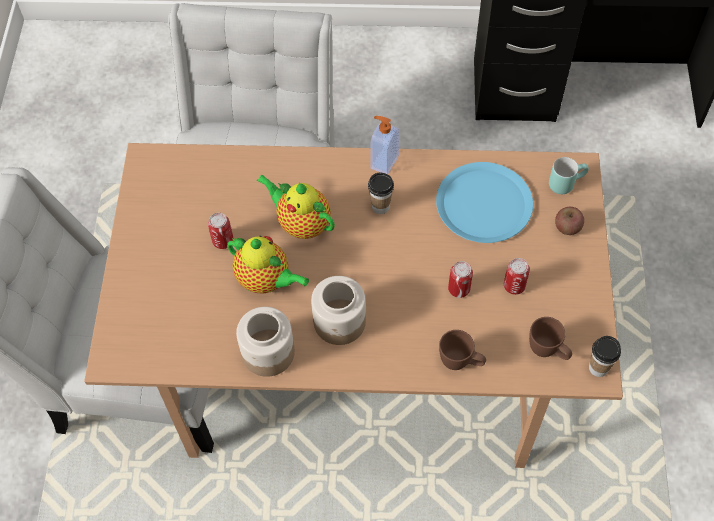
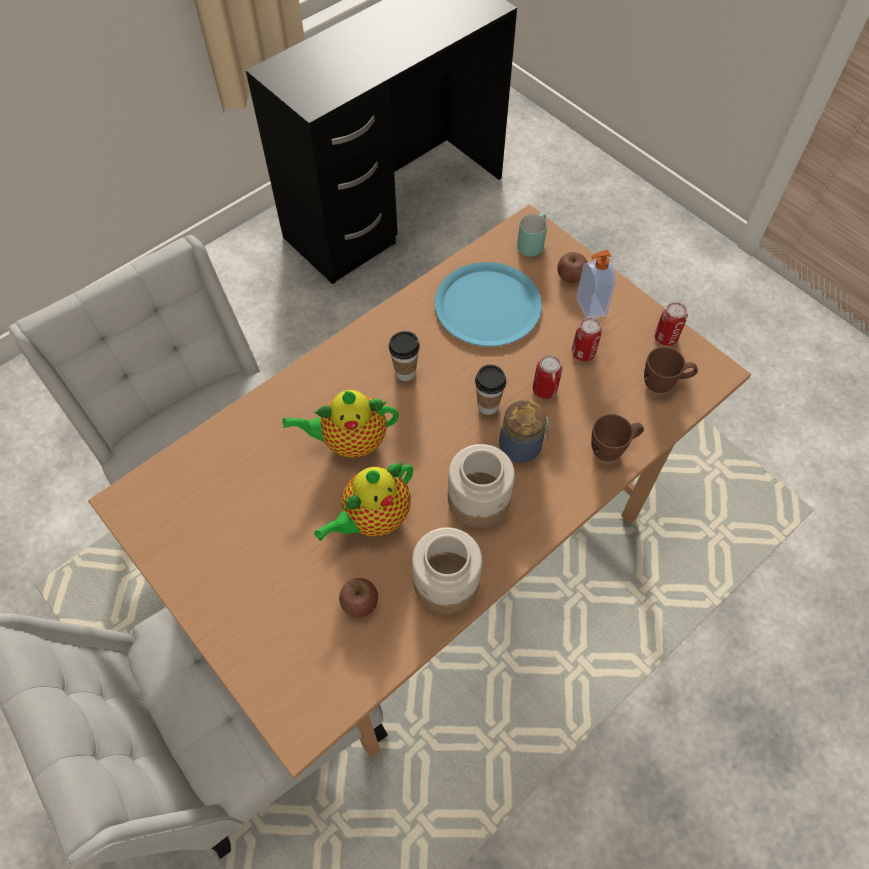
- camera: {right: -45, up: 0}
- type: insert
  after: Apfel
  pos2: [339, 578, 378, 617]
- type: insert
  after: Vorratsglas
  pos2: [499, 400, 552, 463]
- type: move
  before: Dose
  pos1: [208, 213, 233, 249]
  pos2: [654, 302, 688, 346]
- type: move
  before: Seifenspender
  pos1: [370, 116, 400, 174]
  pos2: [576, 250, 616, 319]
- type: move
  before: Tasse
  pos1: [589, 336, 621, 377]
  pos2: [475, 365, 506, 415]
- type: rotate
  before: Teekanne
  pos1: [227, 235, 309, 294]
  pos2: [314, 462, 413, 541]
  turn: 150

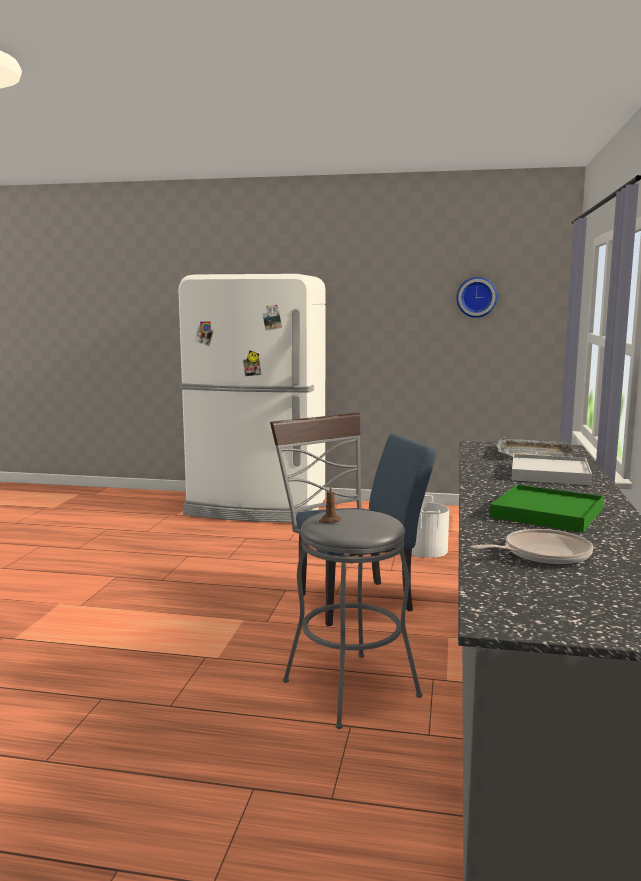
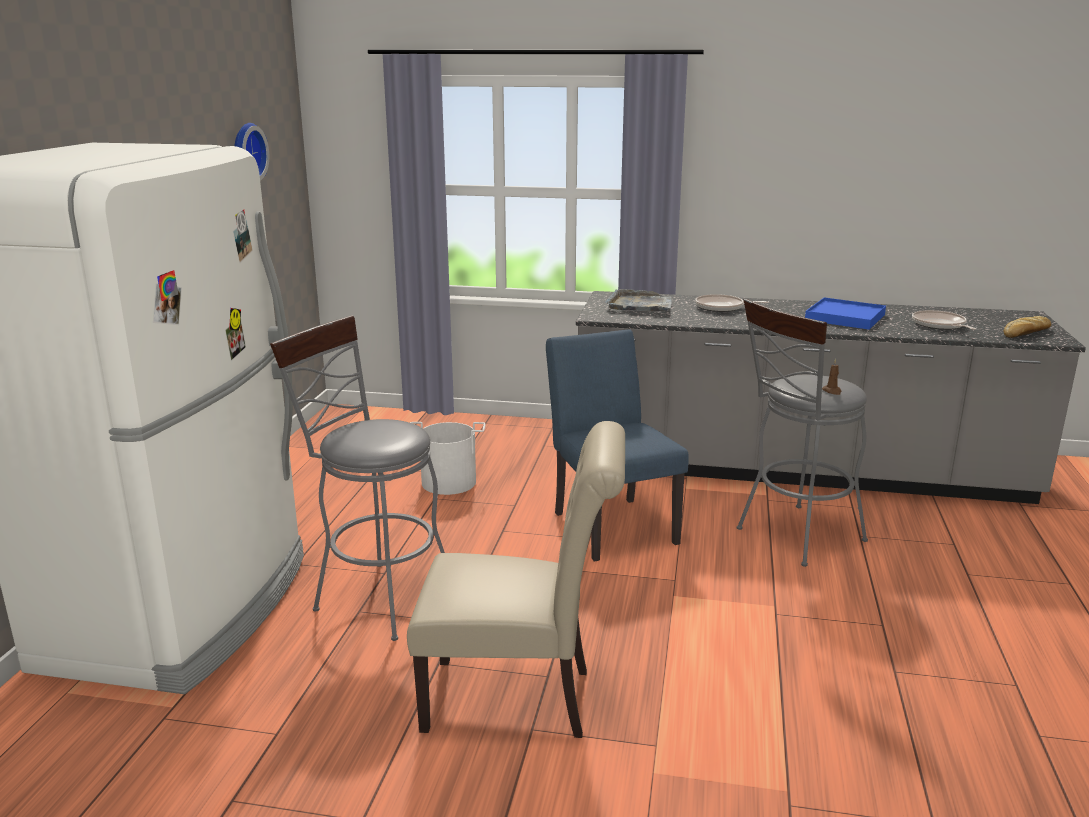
- camera: {right: -90, up: 10}
- type: insert
  after: Hocker/grau
  pos2: [270, 315, 445, 641]
- type: insert
  after: Stuhl/beige
  pos2: [407, 421, 625, 738]
- type: insert
  after: Brot
  pos2: [1003, 316, 1051, 338]
- type: replace
  before: Tablett/weiß
  after: Pfanne
  pos1: [512, 454, 592, 485]
  pos2: [695, 294, 769, 312]
- type: recolor
  before: Tablett/grün
  after: Tablett/blau
  pos1: [490, 485, 604, 533]
  pos2: [805, 297, 886, 330]

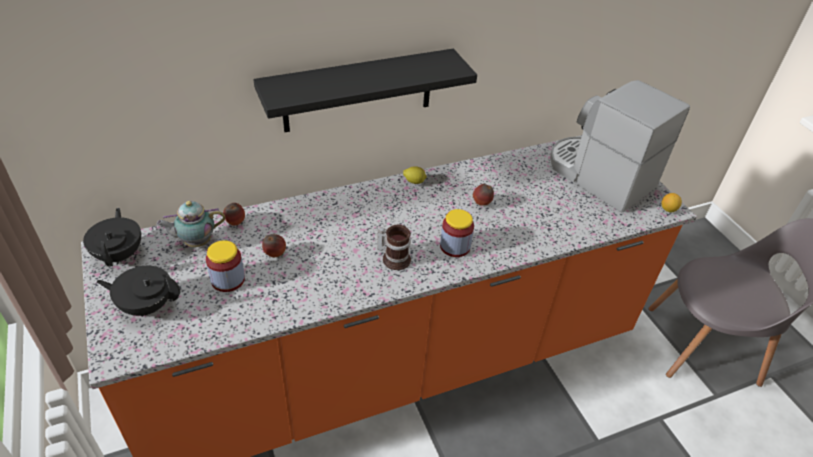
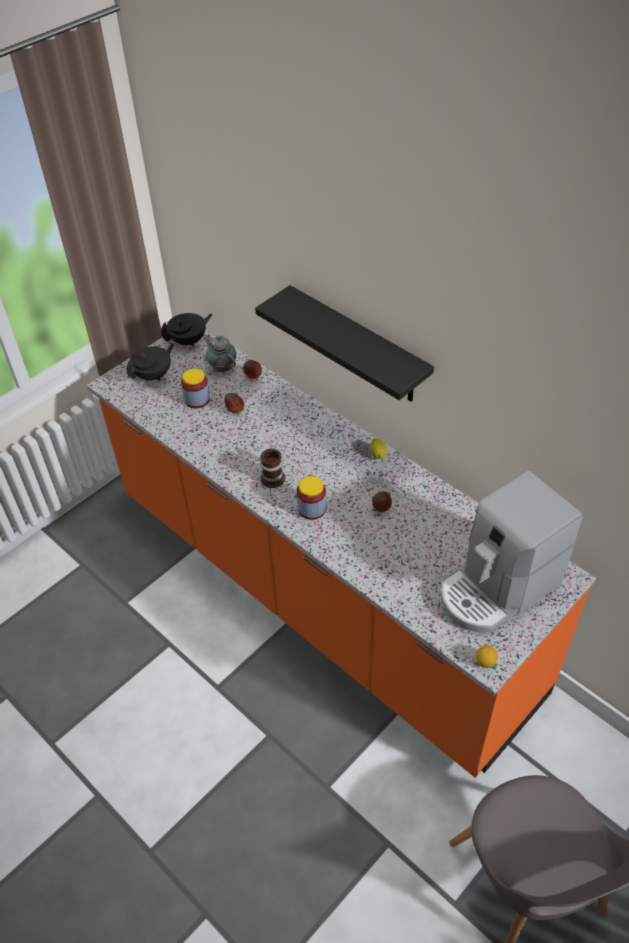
- camera: {right: 70, up: 5}
- type: rotate
  before: Teekanne/schwarz
  pos1: [96, 266, 180, 316]
  pos2: [127, 344, 174, 381]
  turn: 60
- type: rotate
  before: Kaffeemaschine
  pos1: [550, 80, 690, 213]
  pos2: [441, 470, 583, 633]
  turn: -150

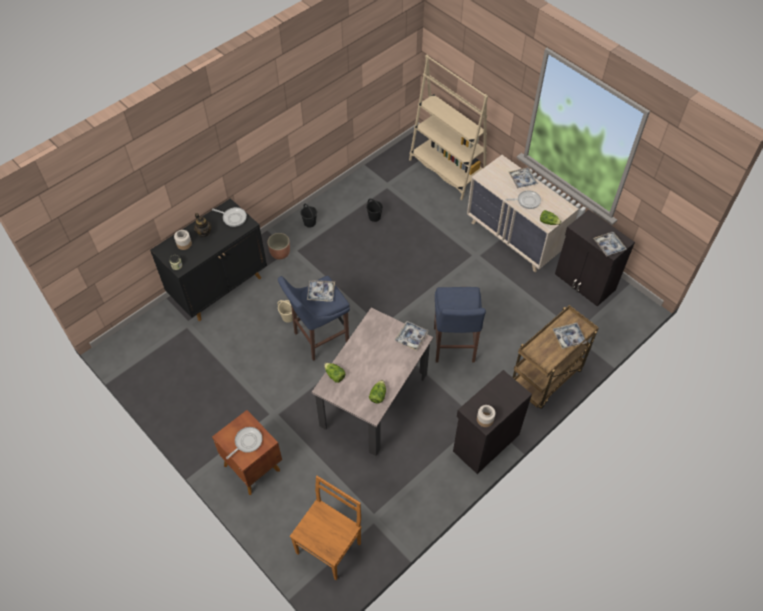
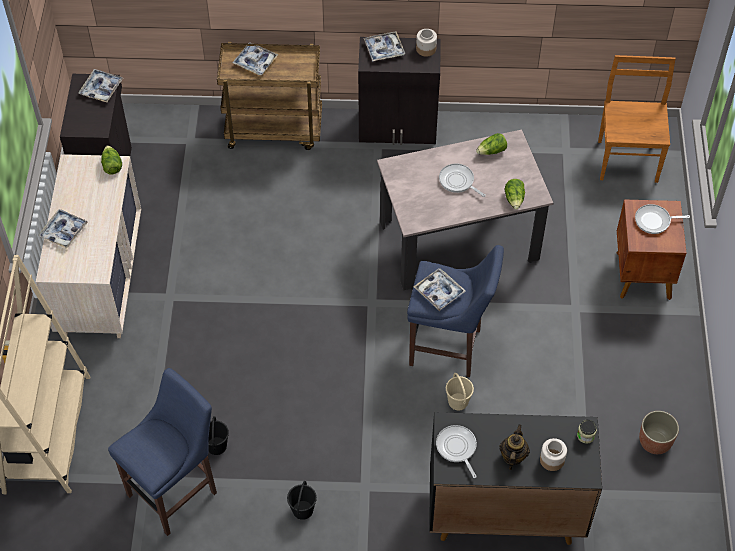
- camera: {right: -135, up: 0}
- type: move
  before: Pflanzkübel
  pos1: [267, 233, 290, 260]
  pos2: [639, 411, 679, 454]
- type: move
  before: Tablett
  pos1: [395, 321, 429, 351]
  pos2: [363, 31, 405, 62]
- type: move
  before: Hocker/blau
  pos1: [434, 287, 486, 362]
  pos2: [108, 368, 217, 536]
- type: move
  before: Pfanne
  pos1: [505, 190, 541, 209]
  pos2: [439, 164, 486, 197]
- type: rotate
  before: Stuhl/braun
  pos1: [290, 476, 361, 580]
  pos2: [598, 55, 676, 183]
  turn: 105

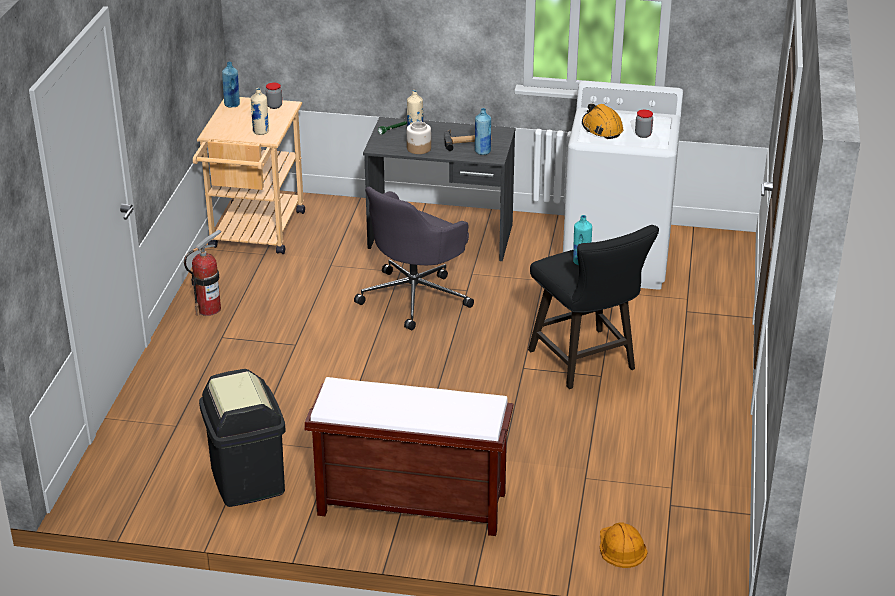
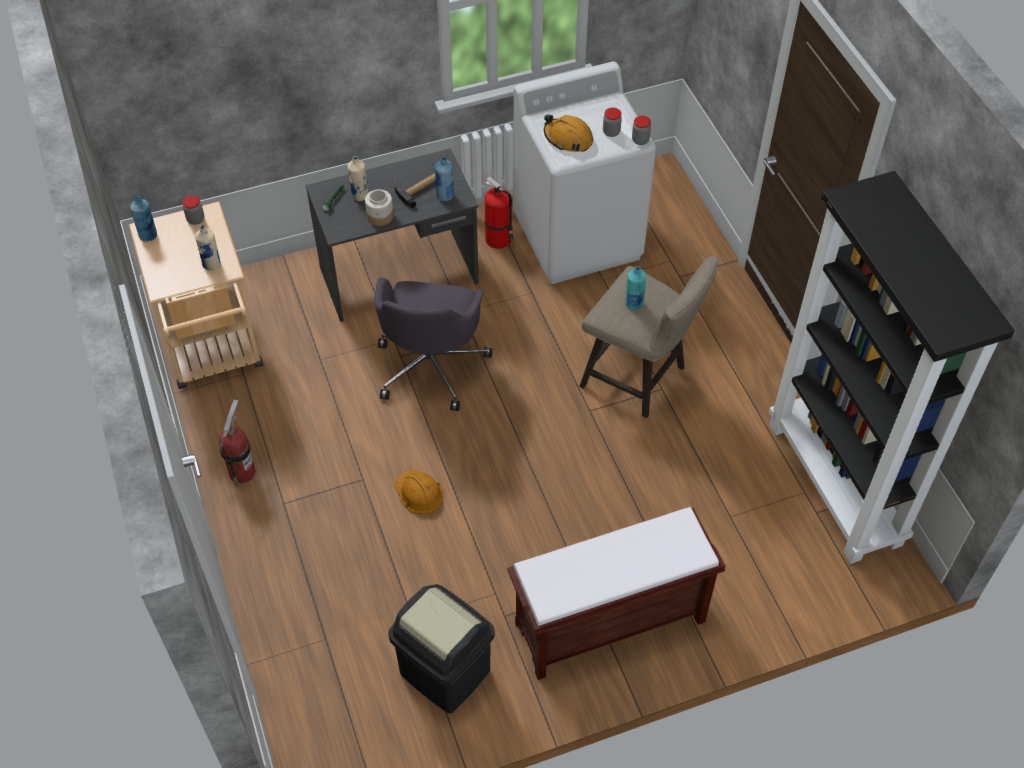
- camera: {right: -30, up: 20}
- type: insert
  after: Feuerlöscher
  pos2: [484, 176, 514, 249]
- type: insert
  after: Vorratsglas
  pos2: [632, 116, 651, 145]
- type: insert
  after: Bücherregal/schwarz
  pos2: [769, 171, 1015, 564]
- type: move
  before: Schutzhelm/orange
  pos1: [600, 522, 648, 568]
  pos2: [393, 469, 443, 514]
- type: recolor
  before: Hocker/schwarz
  after: Hocker/beige
  pos1: [528, 225, 659, 389]
  pos2: [579, 256, 719, 418]

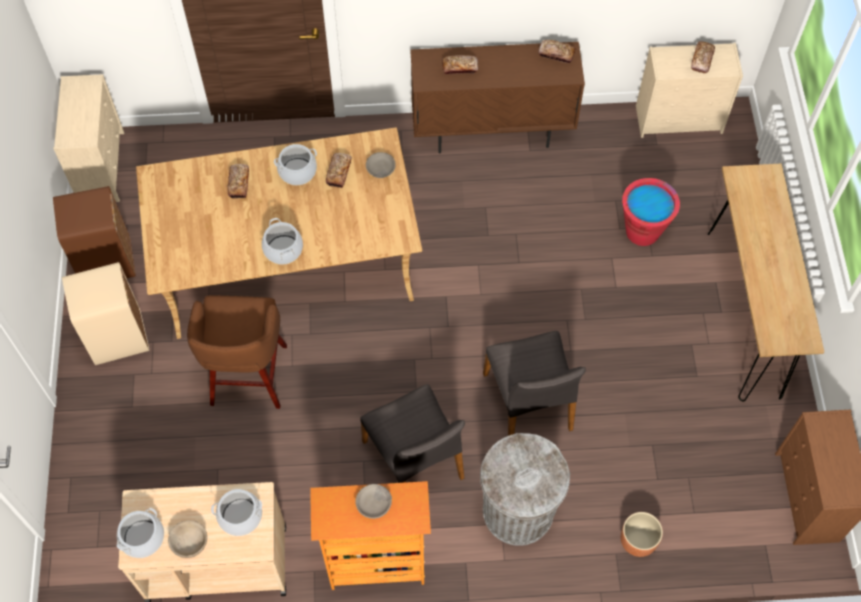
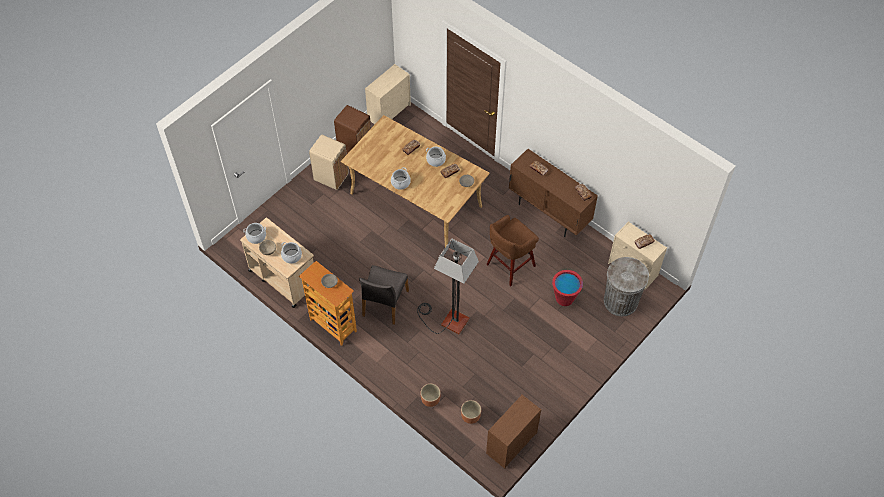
- camera: {right: 45, up: -5}
- type: delete
  before: Konsolentisch/braun
  pos1: [708, 164, 824, 402]
- type: insert
  after: Pflanzkübel/braun
  pos2: [461, 400, 481, 424]
- type: move
  before: Hocker/braun
  pos1: [187, 295, 287, 409]
  pos2: [486, 215, 539, 286]
- type: move
  before: Mülleimer/grau
  pos1: [480, 433, 570, 546]
  pos2: [604, 257, 649, 316]
- type: replace
  before: Stuhl/grau
  after: Stehlampe
  pos1: [483, 331, 586, 436]
  pos2: [417, 238, 479, 334]

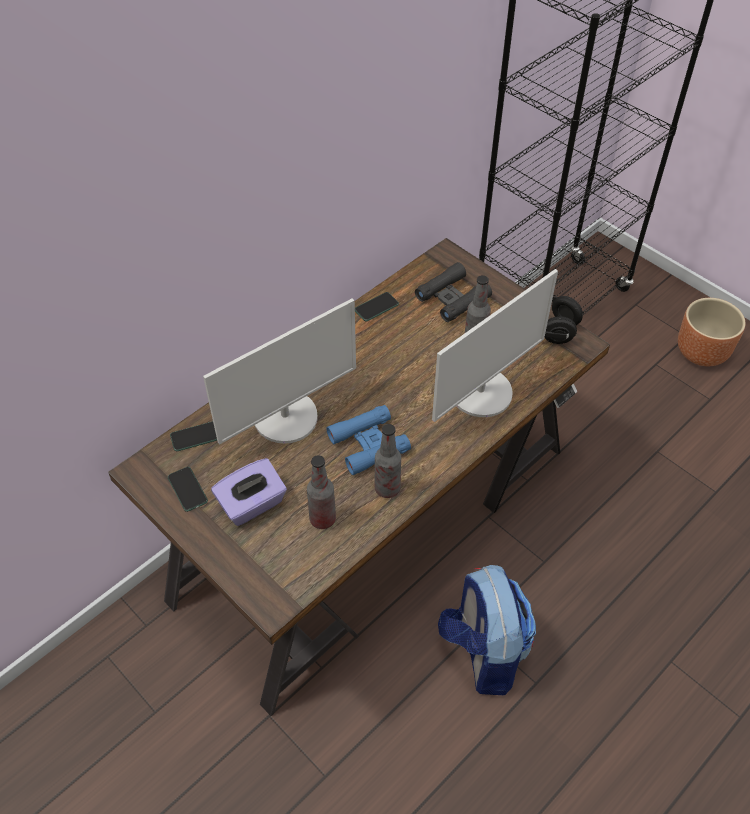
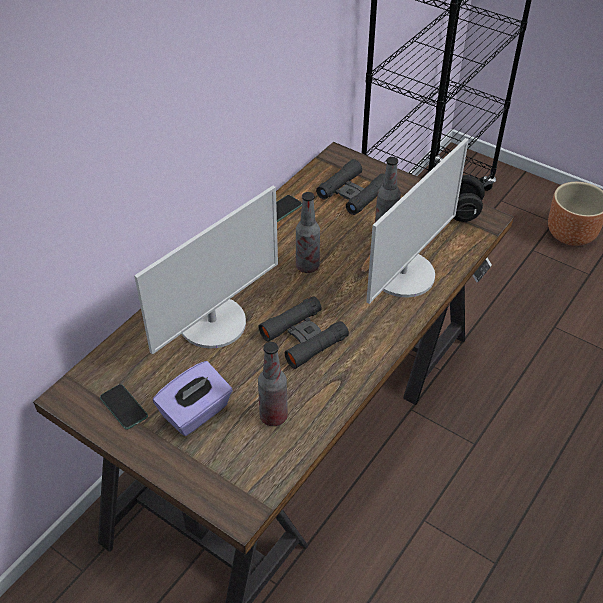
- camera: {right: -10, up: -5}
- type: delete
  before: Handy
  pos1: [170, 421, 217, 451]
- type: delete
  before: Rucksack
  pos1: [438, 565, 536, 695]
- type: move
  before: Flasche
  pos1: [375, 424, 401, 498]
  pos2: [296, 192, 320, 273]
- type: recolor
  before: Fernglas/blau
  after: Fernglas/schwarz
  pos1: [326, 405, 411, 475]
  pos2: [259, 296, 349, 369]

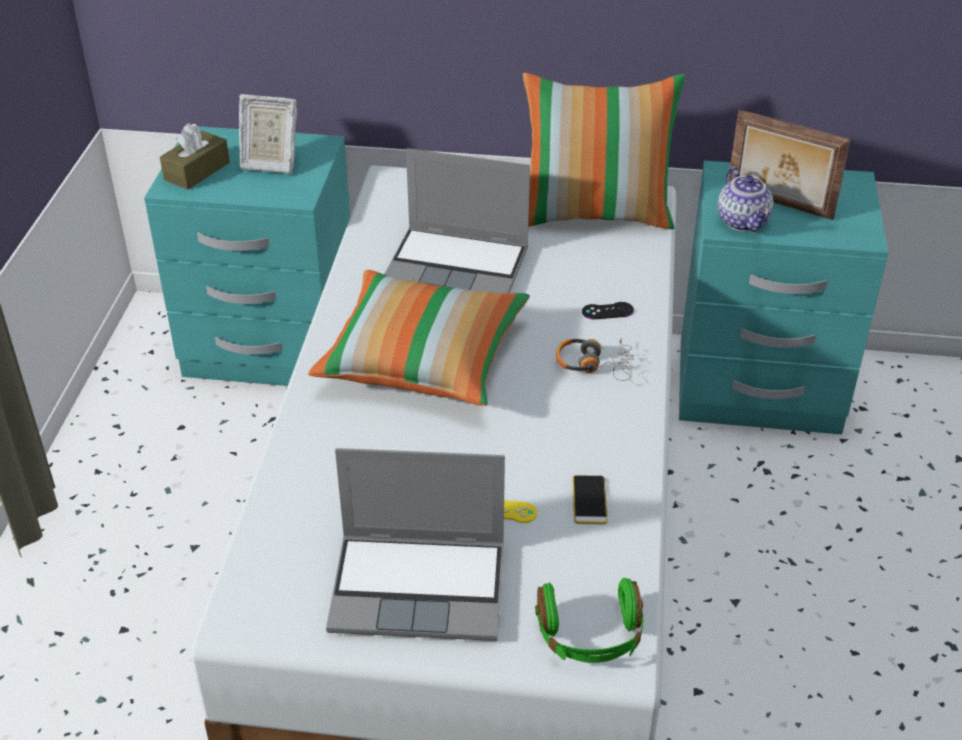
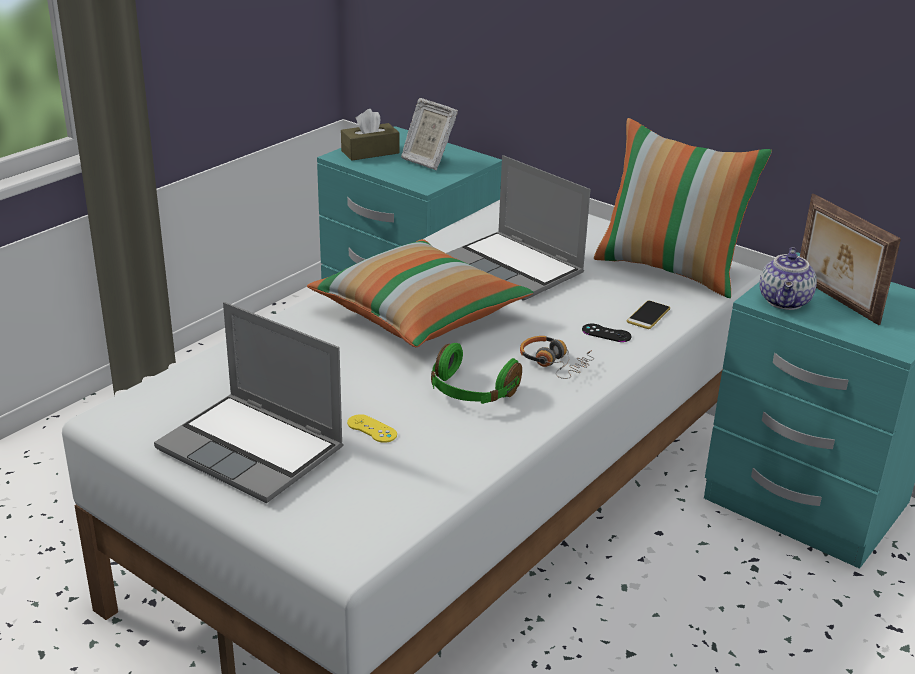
- camera: {right: 30, up: -10}
- type: move
  before: Kopfhörer/grün
  pos1: [535, 578, 644, 663]
  pos2: [431, 343, 522, 404]
- type: move
  before: Handy
  pos1: [572, 475, 608, 525]
  pos2: [627, 301, 670, 329]

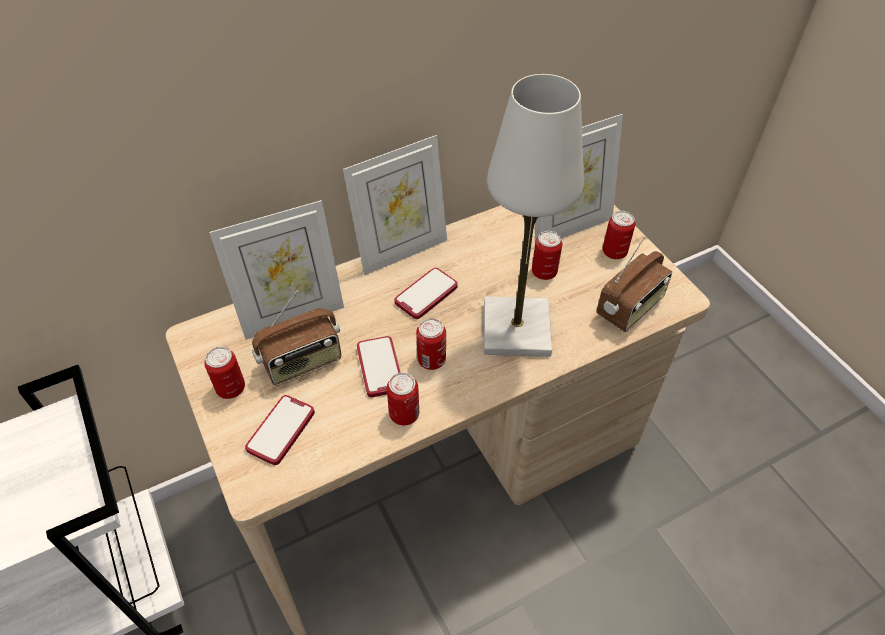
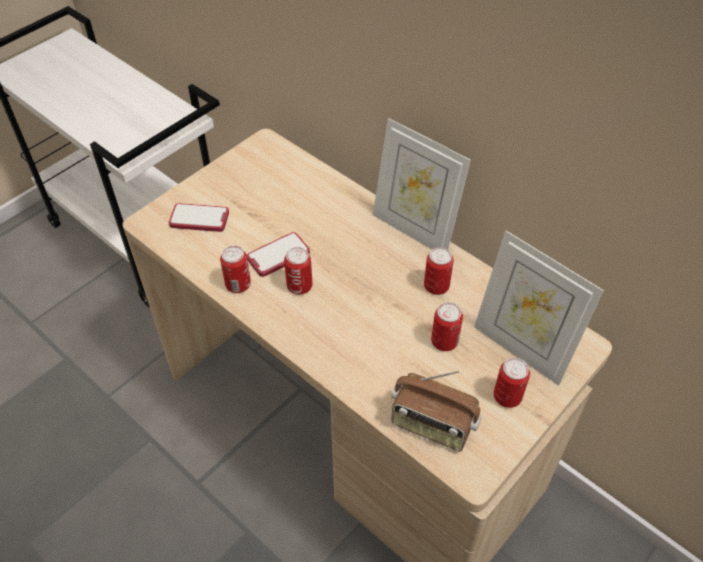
- camera: {right: 70, up: 0}
- type: delete
  before: Bilderrahmen
  pos1: [209, 200, 344, 340]
- type: delete
  before: Radio
  pos1: [252, 291, 341, 385]
- type: delete
  before: Handy
  pos1: [394, 268, 458, 319]
- type: delete
  before: Tischlampe/weiß
  pos1: [484, 74, 584, 357]
- type: move
  before: Dose
  pos1: [204, 346, 245, 399]
  pos2: [424, 247, 454, 295]

